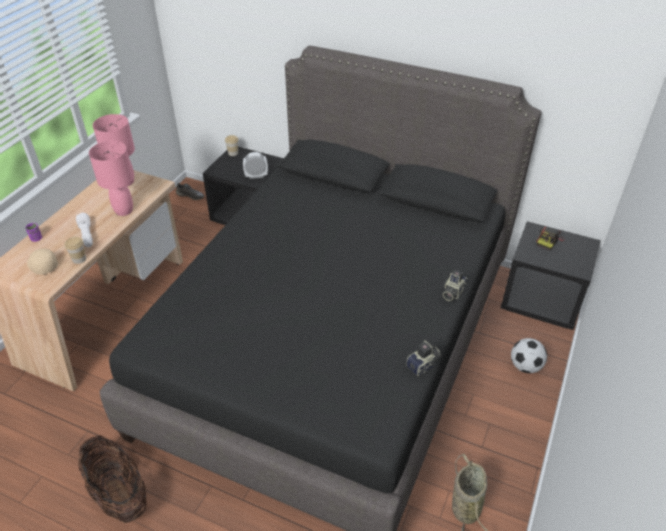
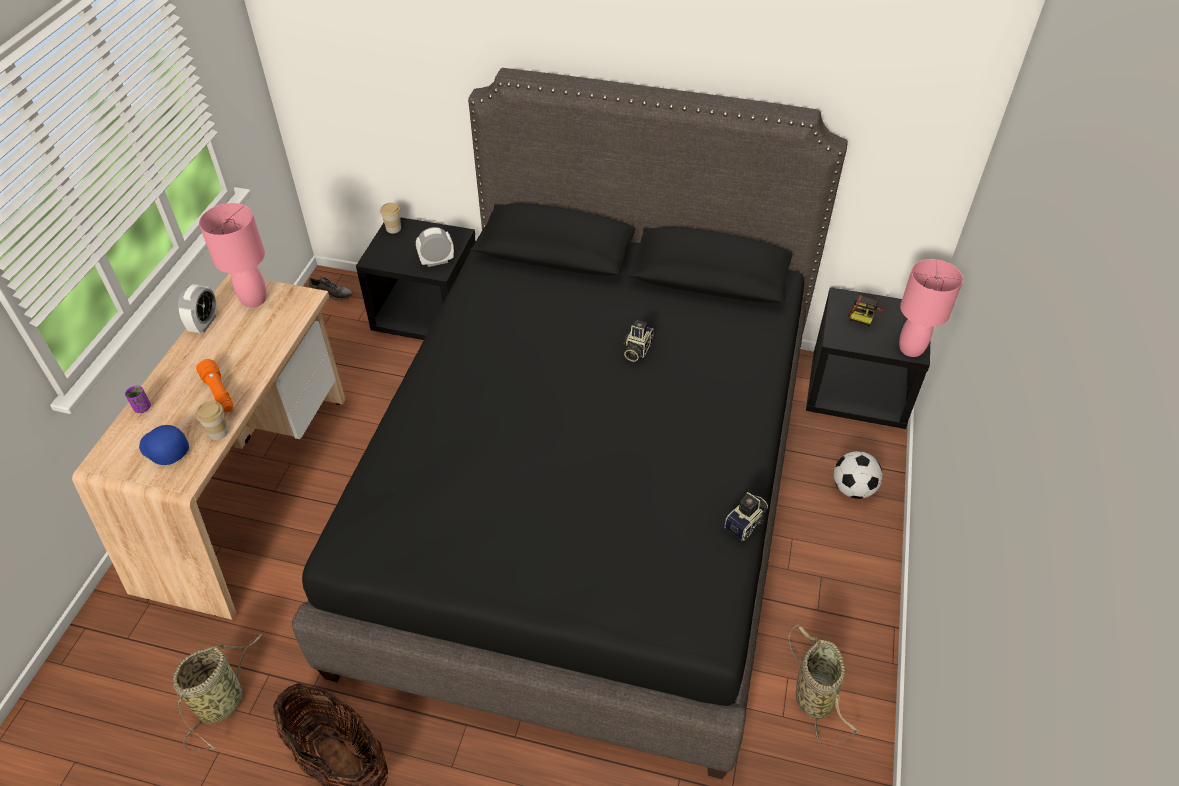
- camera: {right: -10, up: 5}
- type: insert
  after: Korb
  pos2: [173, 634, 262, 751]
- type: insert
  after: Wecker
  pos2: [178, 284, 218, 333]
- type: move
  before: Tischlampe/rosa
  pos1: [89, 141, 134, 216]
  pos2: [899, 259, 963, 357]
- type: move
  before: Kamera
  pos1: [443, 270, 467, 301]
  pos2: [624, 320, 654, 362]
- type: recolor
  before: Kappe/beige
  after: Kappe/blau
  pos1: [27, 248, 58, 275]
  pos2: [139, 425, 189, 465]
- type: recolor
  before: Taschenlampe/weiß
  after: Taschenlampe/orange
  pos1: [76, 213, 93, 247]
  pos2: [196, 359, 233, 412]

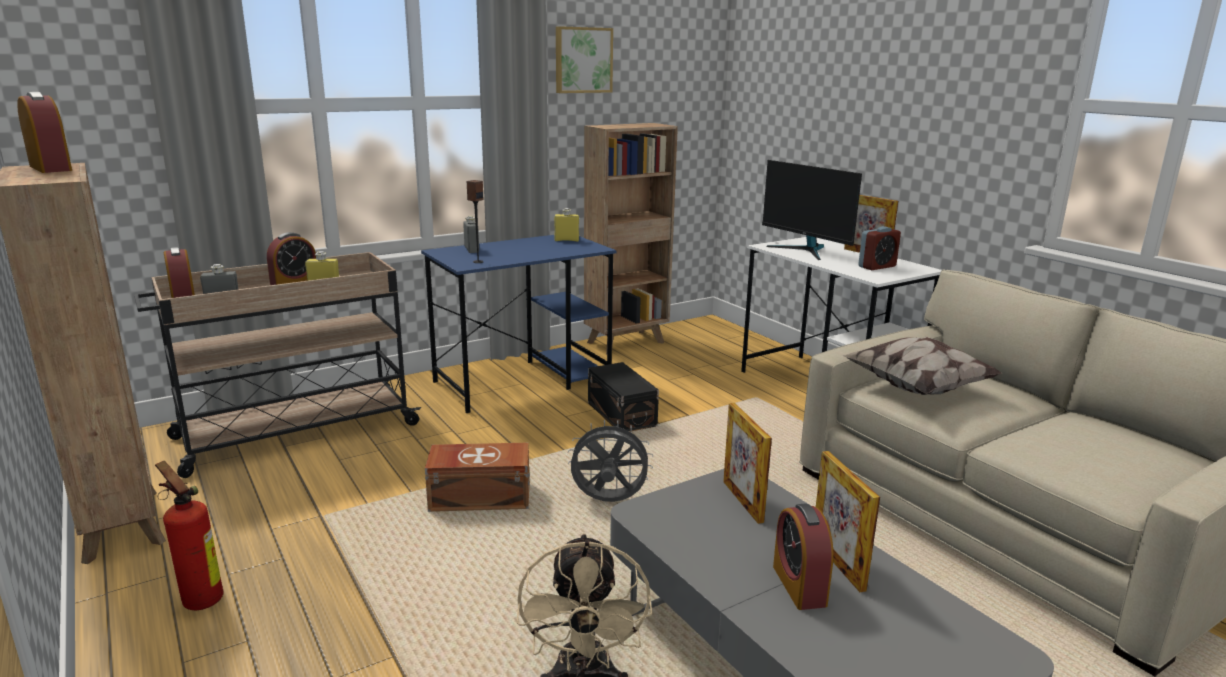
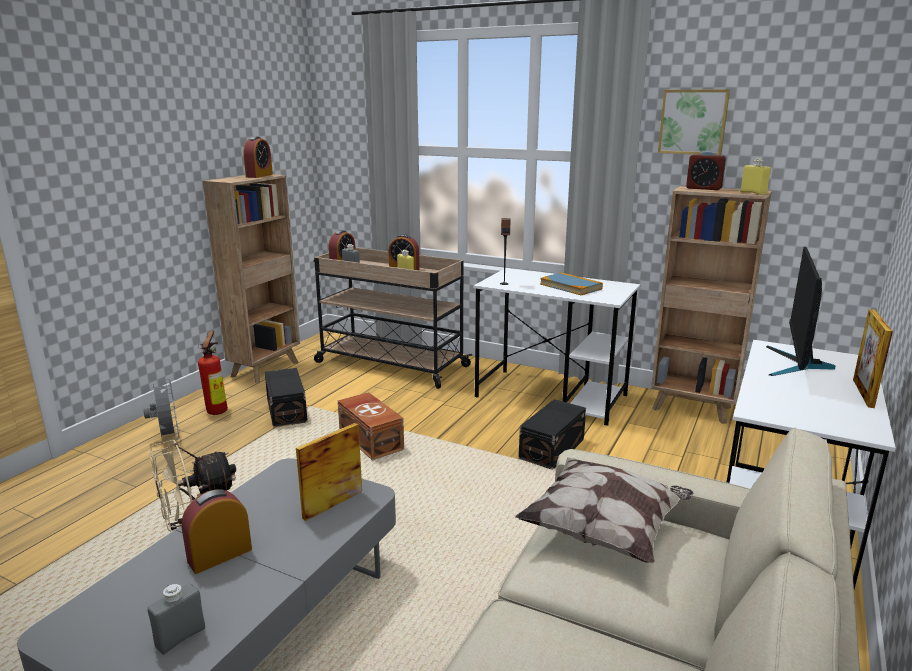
- camera: {right: 60, up: 0}
- type: delete
  before: Bilderrahmen
  pos1: [816, 451, 880, 592]
- type: insert
  after: Aufbewahrungsbox/schwarz
  pos2: [265, 368, 308, 428]
- type: insert
  after: Buch
  pos2: [540, 272, 603, 295]
- type: move
  before: Flasche/grau
  pos1: [463, 216, 479, 253]
  pos2: [148, 583, 205, 655]
- type: move
  before: Flasche/gelb
  pos1: [554, 208, 579, 242]
  pos2: [740, 159, 771, 195]
- type: move
  before: Ventilator/grau
  pos1: [568, 420, 653, 502]
  pos2: [143, 378, 180, 440]
- type: move
  before: Wecker
  pos1: [858, 226, 901, 270]
  pos2: [686, 151, 726, 190]
- type: recolor
  before: Schreibtisch/blau
  after: Schreibtisch/weiß
  pos1: [421, 235, 617, 413]
  pos2: [473, 268, 640, 426]

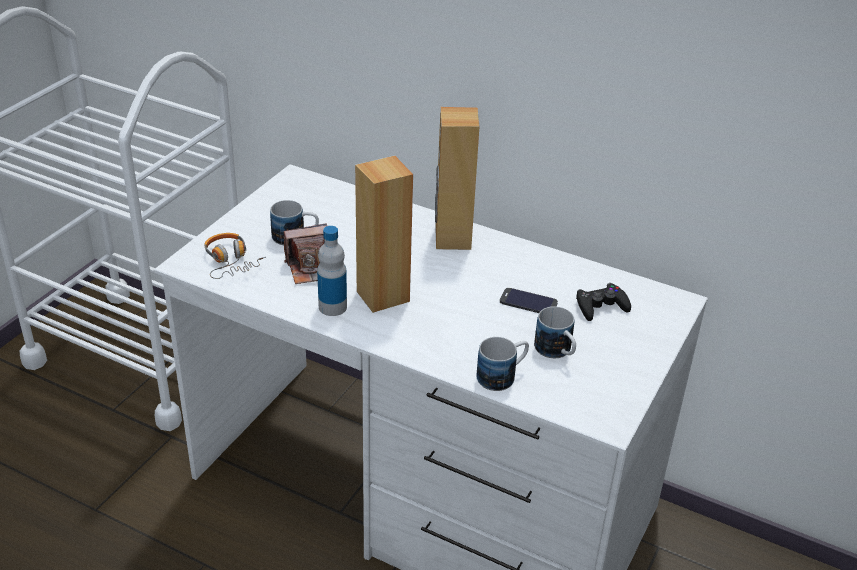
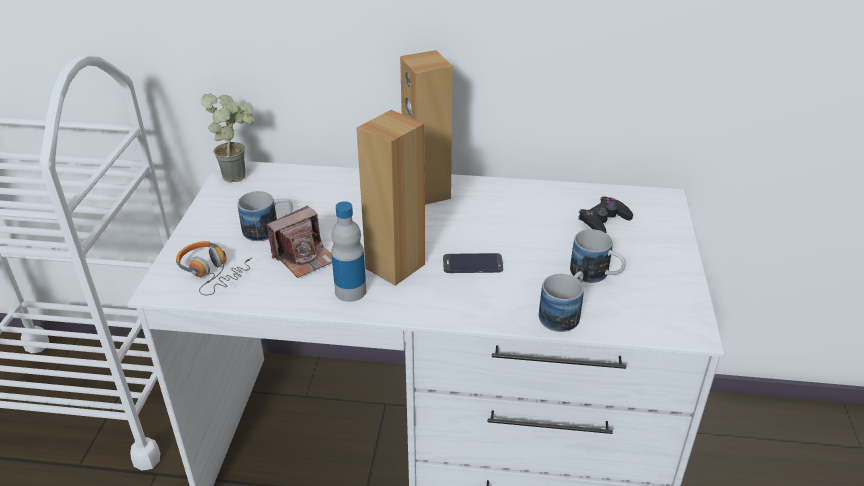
- camera: {right: -20, up: 0}
- type: insert
  after: Topfpflanze
  pos2: [201, 93, 255, 183]
- type: move
  before: Handy
  pos1: [500, 288, 558, 313]
  pos2: [443, 253, 503, 273]

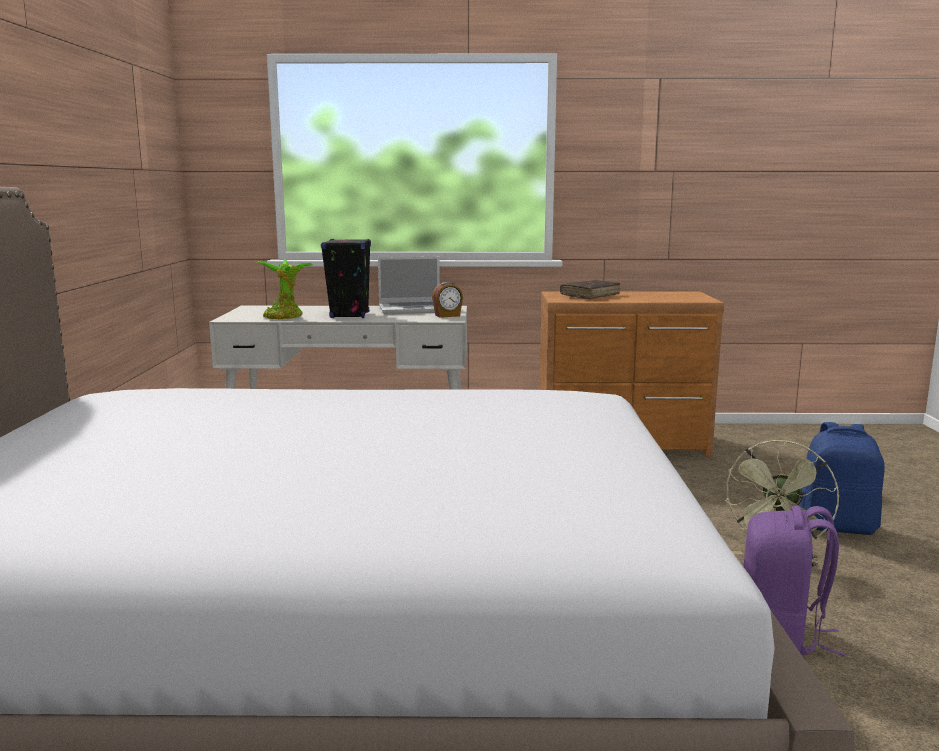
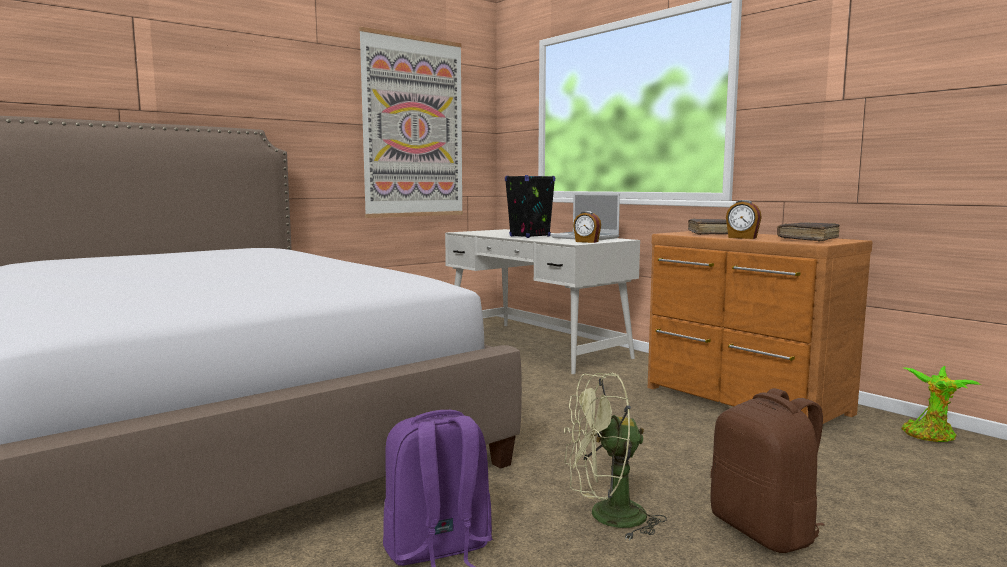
- camera: {right: 50, up: -5}
- type: insert
  after: Bild
  pos2: [359, 27, 463, 218]
- type: insert
  after: Wecker
  pos2: [726, 200, 762, 239]
- type: insert
  after: Buch/braun
  pos2: [777, 222, 840, 241]
- type: move
  before: Topfpflanze
  pos1: [257, 258, 313, 319]
  pos2: [902, 366, 981, 442]
- type: recolor
  before: Rucksack/blau
  after: Rucksack/braun
  pos1: [798, 422, 885, 535]
  pos2: [711, 388, 825, 553]

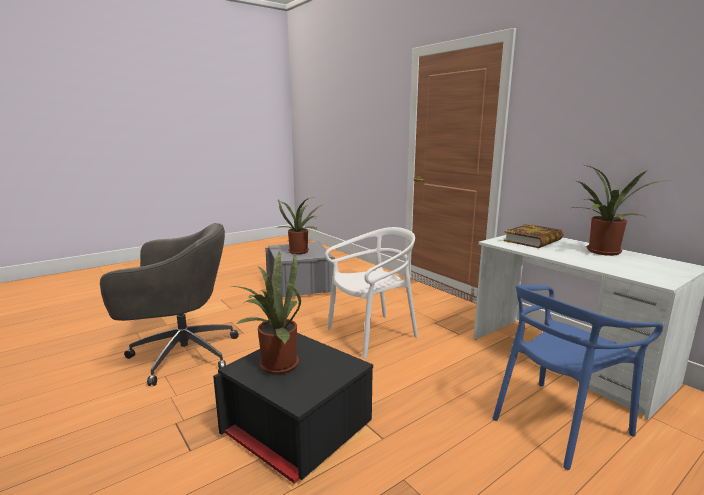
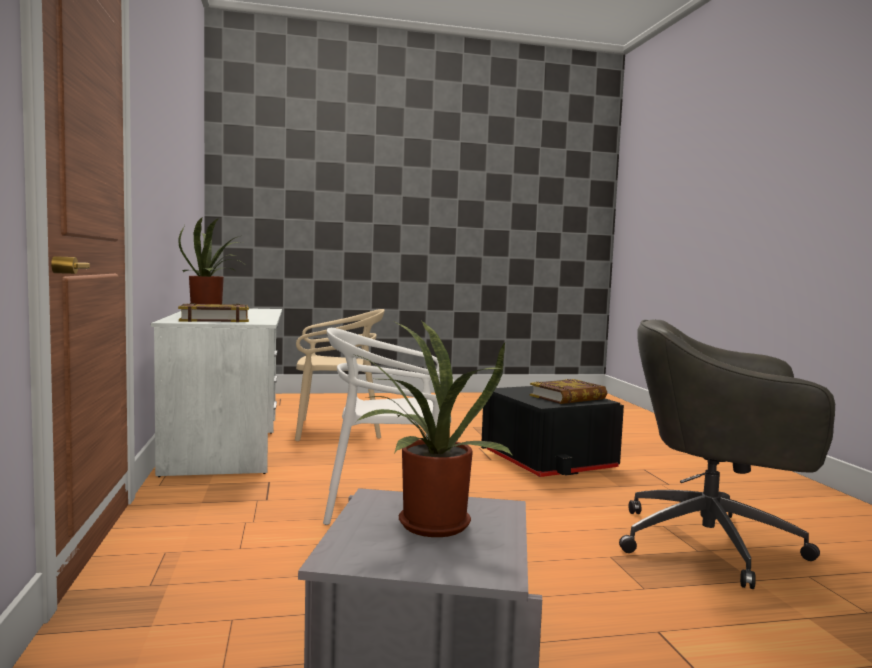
- camera: {right: -155, up: -10}
- type: replace
  before: Topfpflanze
  after: Buch
  pos1: [232, 251, 301, 374]
  pos2: [530, 379, 607, 404]
- type: recolor
  before: Stuhl/blau
  after: Stuhl/beige
  pos1: [493, 285, 663, 470]
  pos2: [295, 309, 385, 441]

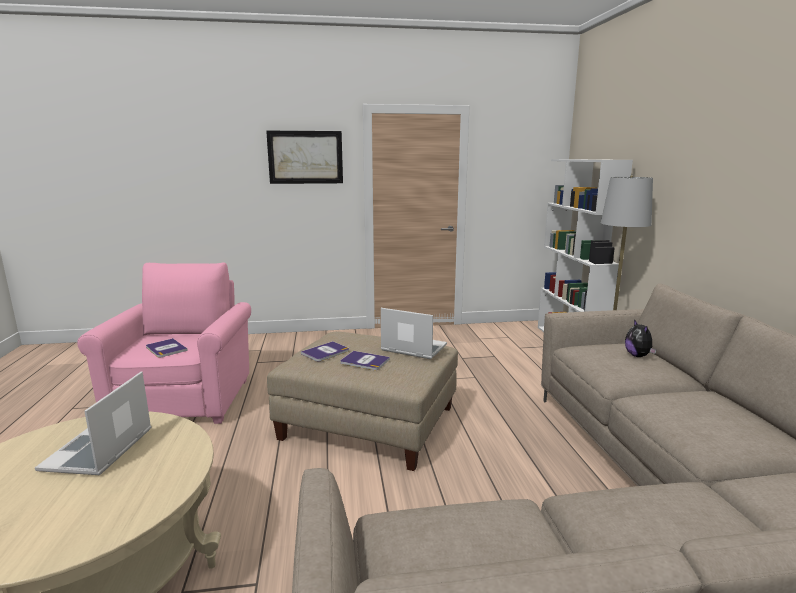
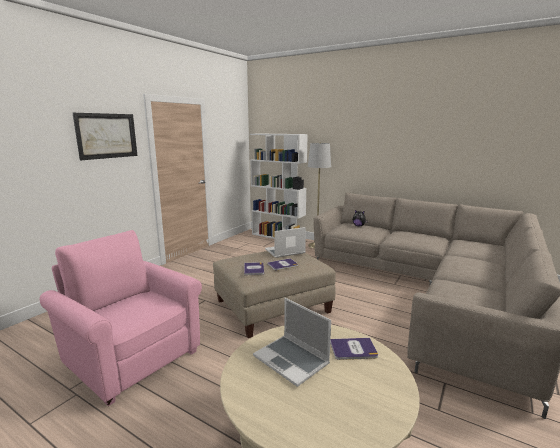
- camera: {right: -50, up: 0}
- type: move
  before: Buch
  pos1: [146, 338, 188, 358]
  pos2: [330, 338, 378, 360]

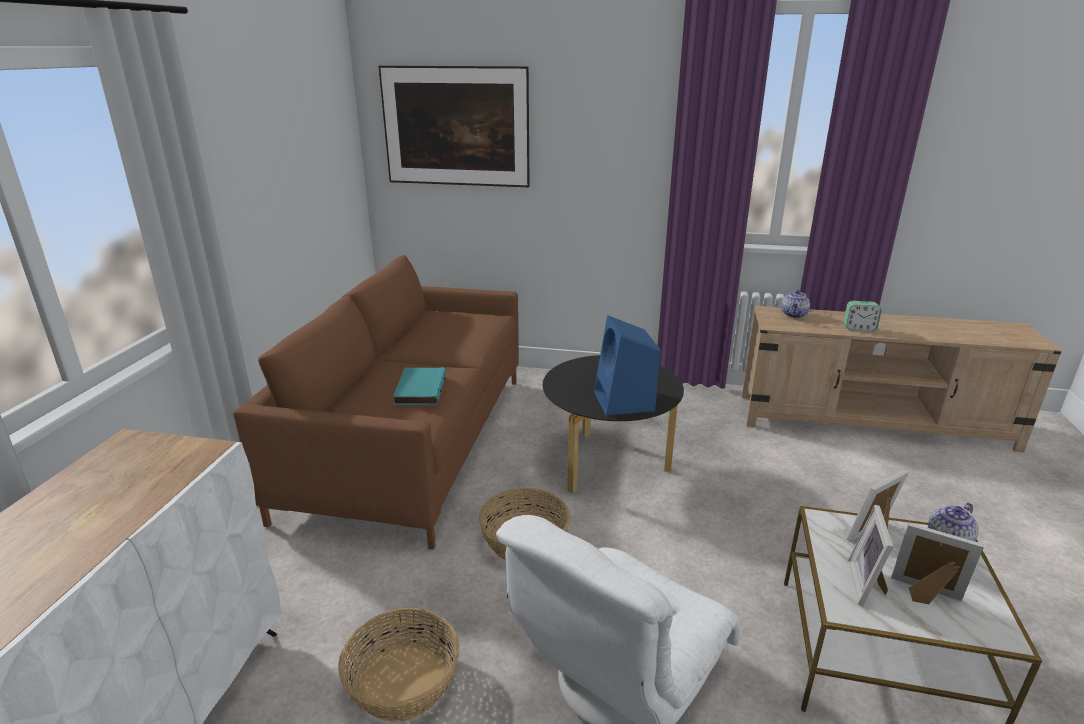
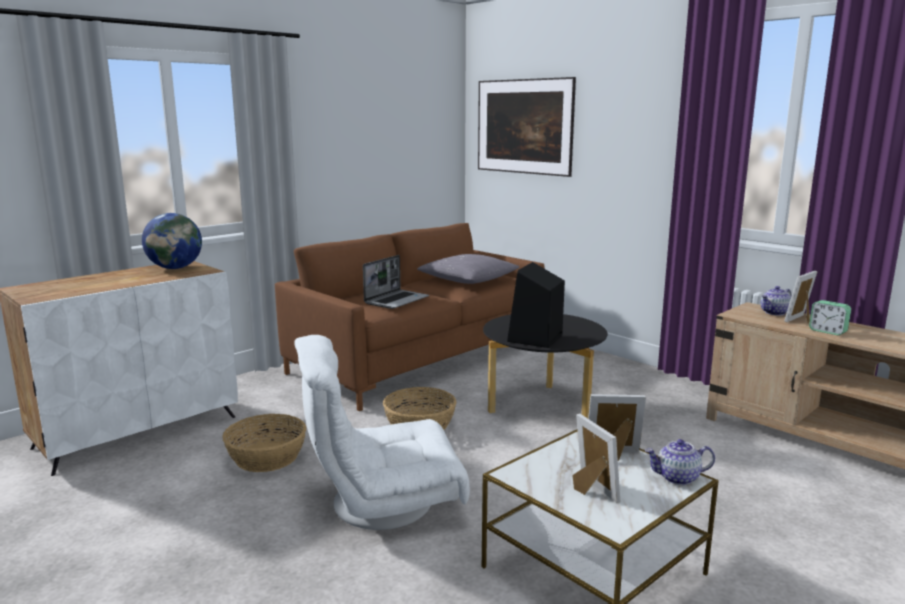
- camera: {right: 35, up: -10}
- type: insert
  after: Globus
  pos2: [142, 213, 202, 269]
- type: insert
  after: Kissen/grau
  pos2: [417, 254, 519, 284]
- type: move
  before: Bilderrahmen
  pos1: [848, 505, 893, 606]
  pos2: [784, 271, 818, 323]
- type: replace
  before: Buch/türkis
  after: Laptop
  pos1: [393, 367, 446, 406]
  pos2: [363, 255, 429, 309]
- type: recolor
  before: Lautsprecher/blau
  after: Lautsprecher/schwarz
  pos1: [594, 315, 660, 415]
  pos2: [507, 262, 565, 348]

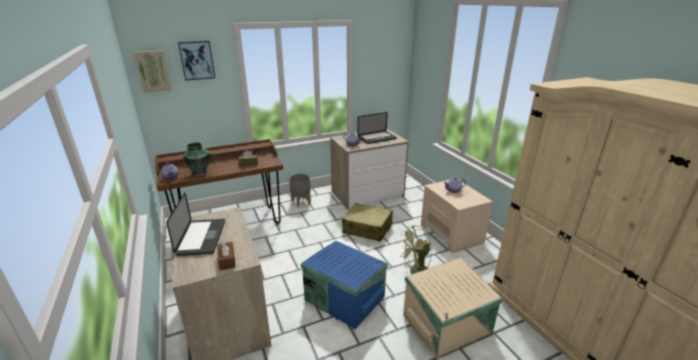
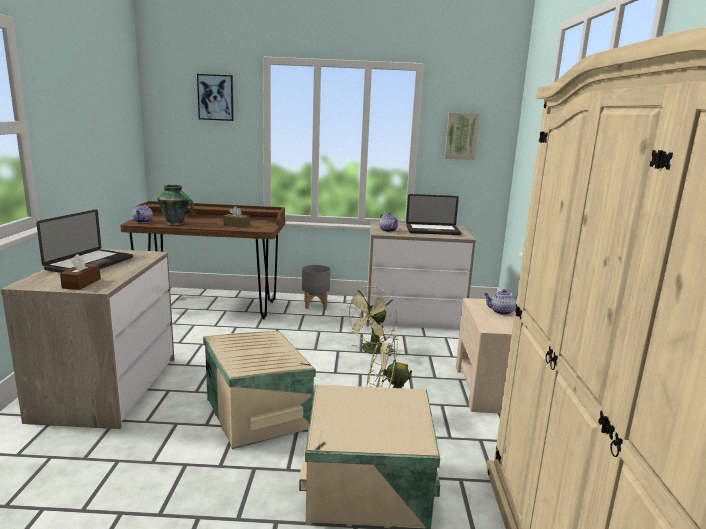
- camera: {right: 25, up: -10}
- type: move
  before: Bild
  pos1: [134, 51, 172, 93]
  pos2: [445, 112, 480, 160]
- type: replace
  before: Koffer/beige
  after: Ventilator/grün
  pos1: [342, 203, 393, 242]
  pos2: [344, 286, 397, 357]
- type: recolor
  before: Aufbewahrungsbox/blau
  after: Aufbewahrungsbox/beige
  pos1: [301, 241, 388, 330]
  pos2: [203, 331, 316, 449]

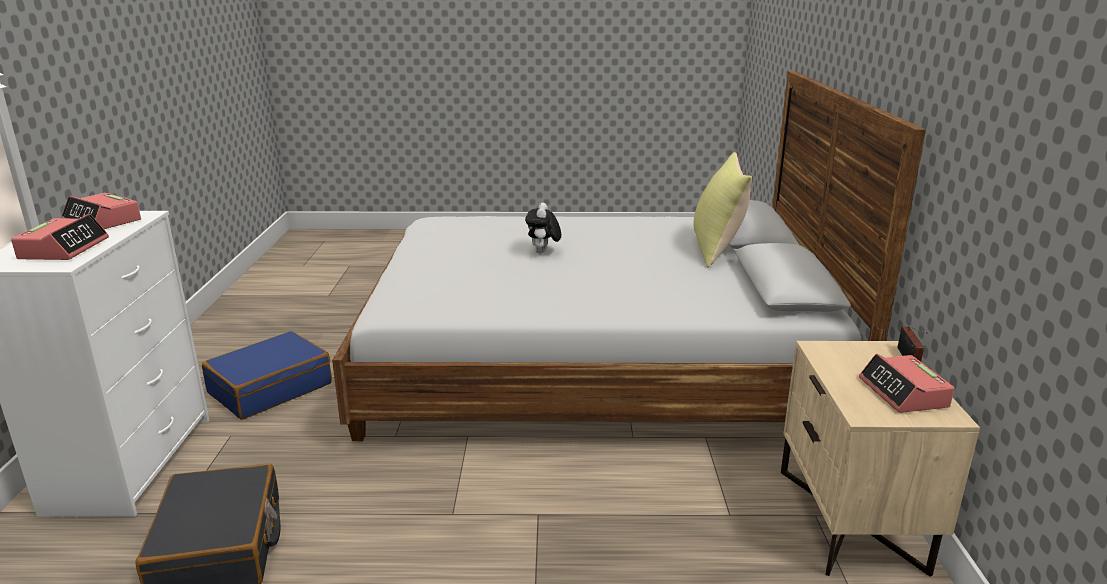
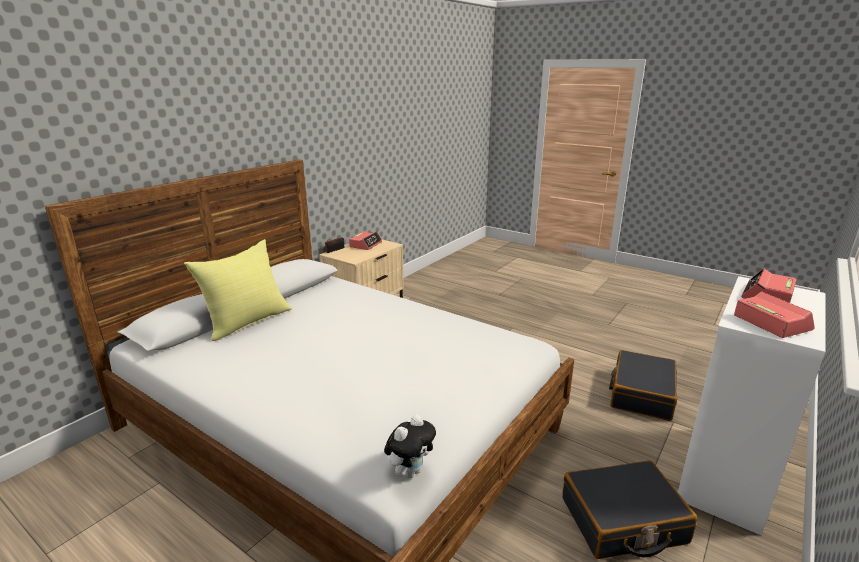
- camera: {right: -145, up: 0}
- type: move
  before: Plüschtier
  pos1: [525, 203, 561, 253]
  pos2: [384, 415, 436, 478]
- type: recolor
  before: Koffer/blau
  after: Koffer/schwarz
  pos1: [202, 331, 332, 420]
  pos2: [562, 460, 697, 559]

